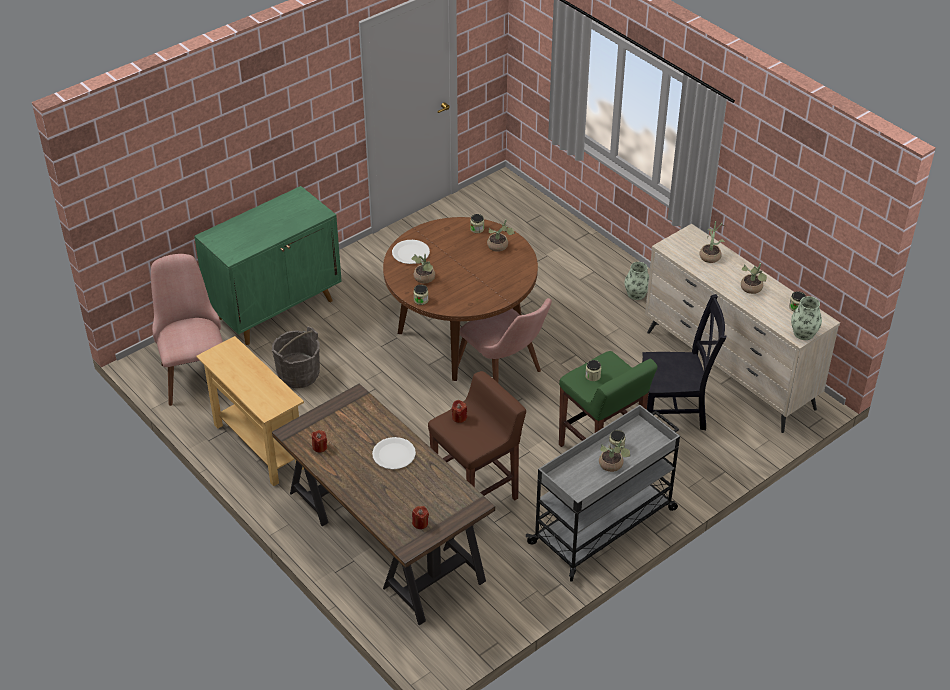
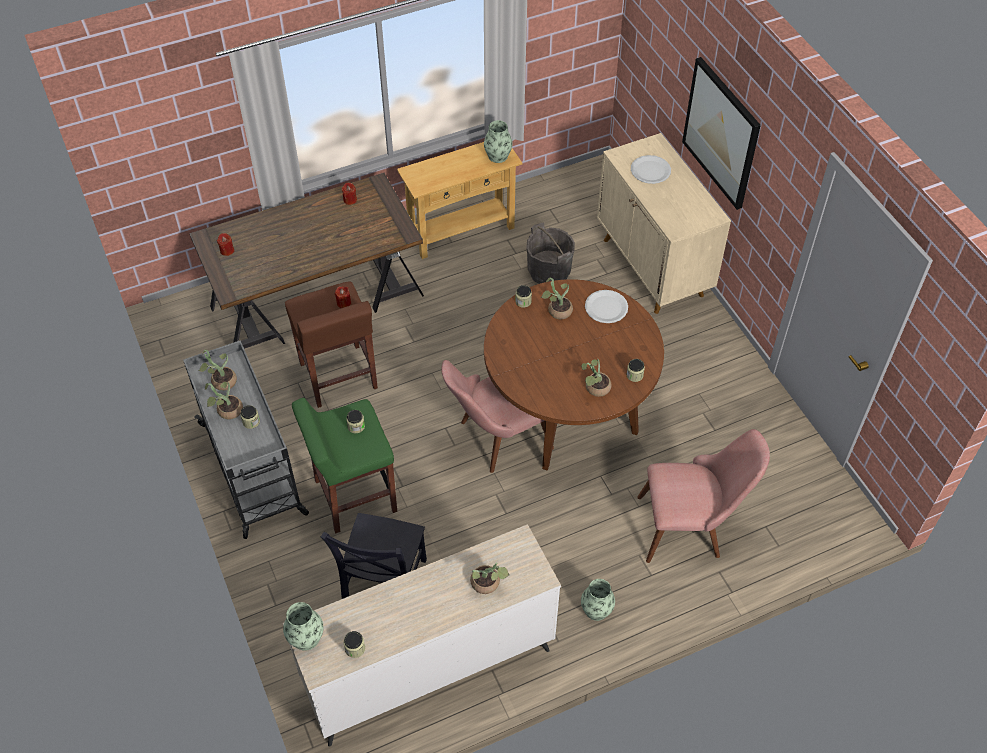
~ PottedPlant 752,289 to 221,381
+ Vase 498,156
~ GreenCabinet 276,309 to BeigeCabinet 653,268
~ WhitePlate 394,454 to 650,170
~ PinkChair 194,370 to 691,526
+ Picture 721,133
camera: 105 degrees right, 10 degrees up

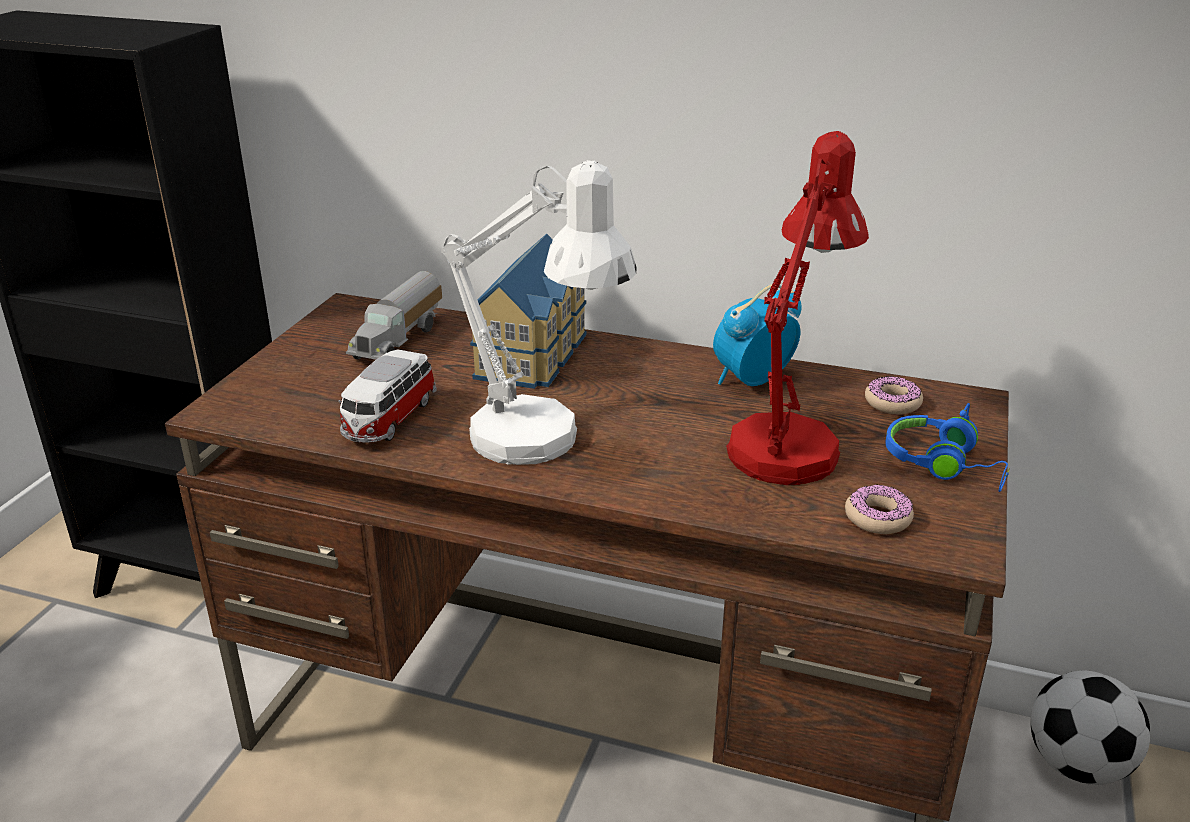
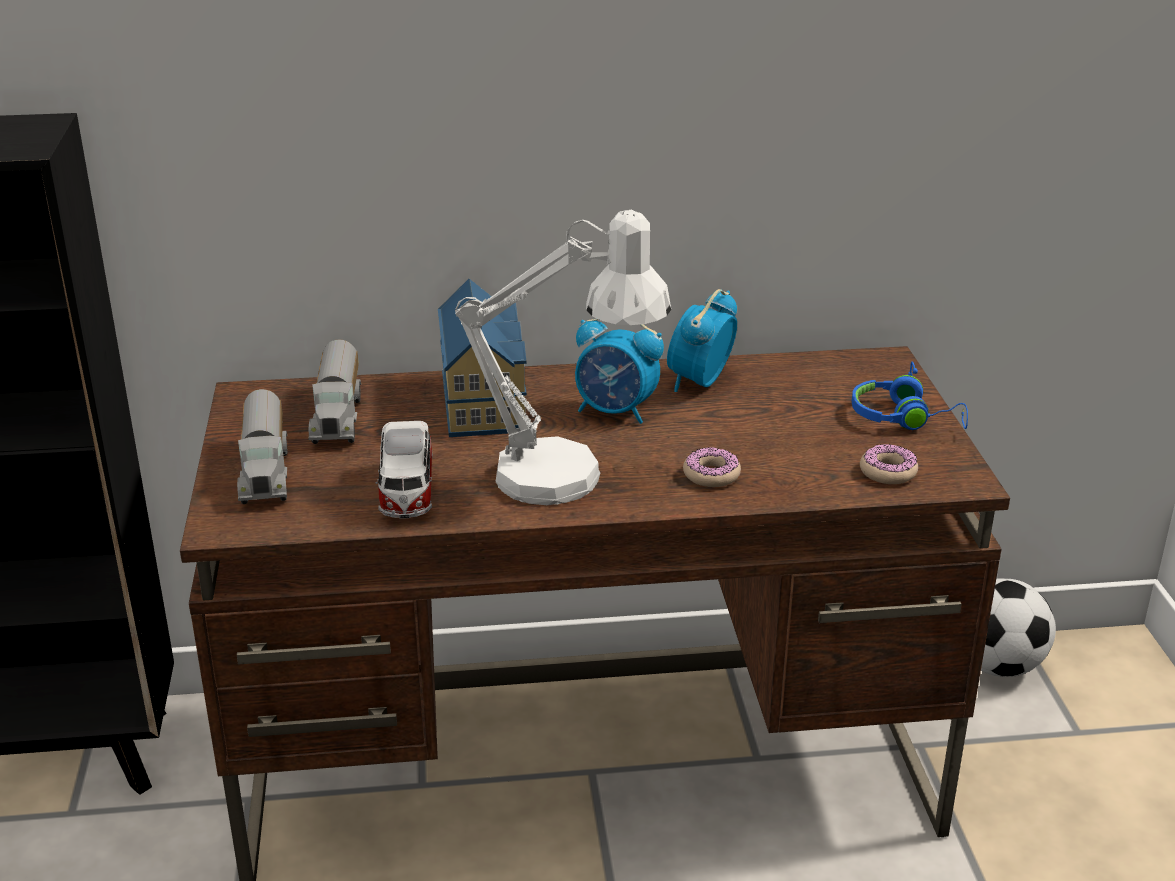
+ ToyTruck 267,472
+ AlarmClock 616,412
~ Donut 892,403 to 711,475
- RedTableLamp 789,442
camera: 25 degrees left, 0 degrees up

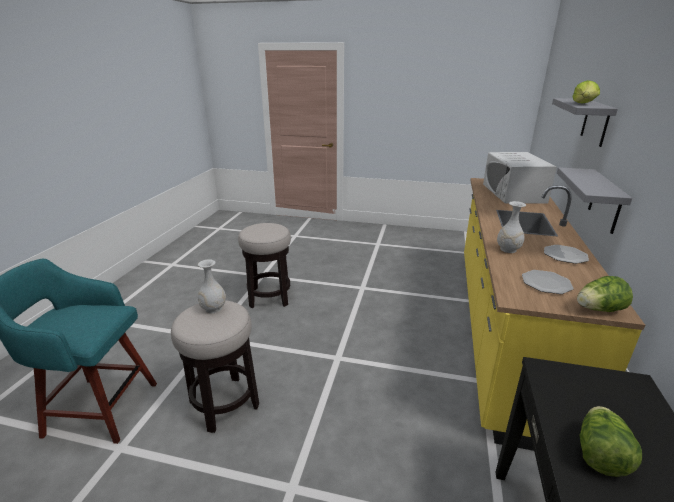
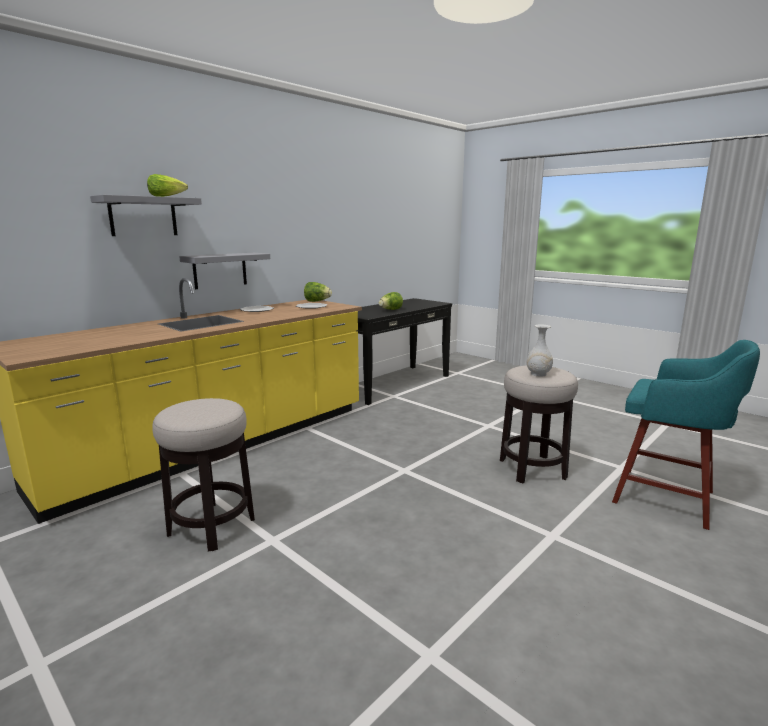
~ Stool 269,297 to 211,526
- WhiteMicrowave 513,193
- WhiteVase 507,249
camera: 150 degrees left, 10 degrees down

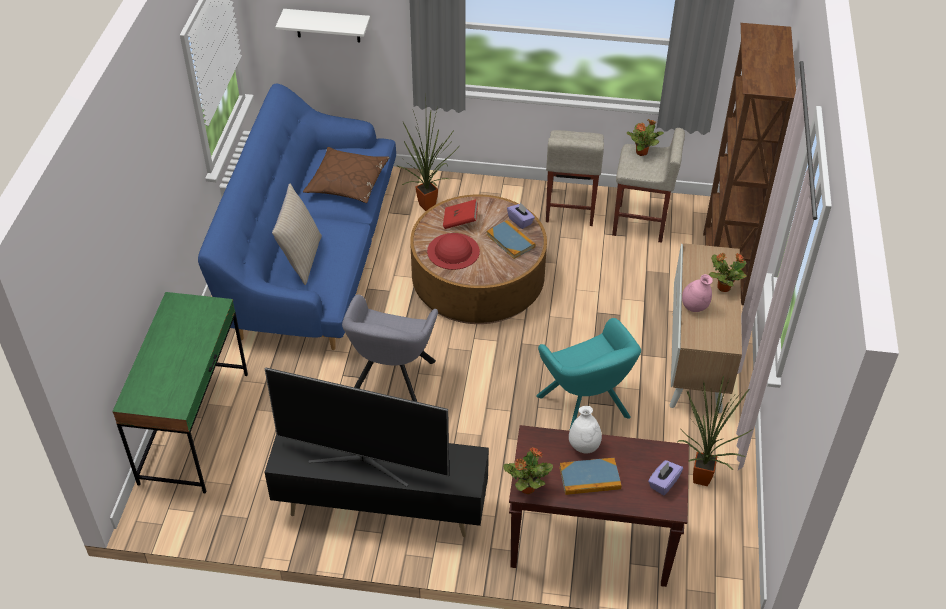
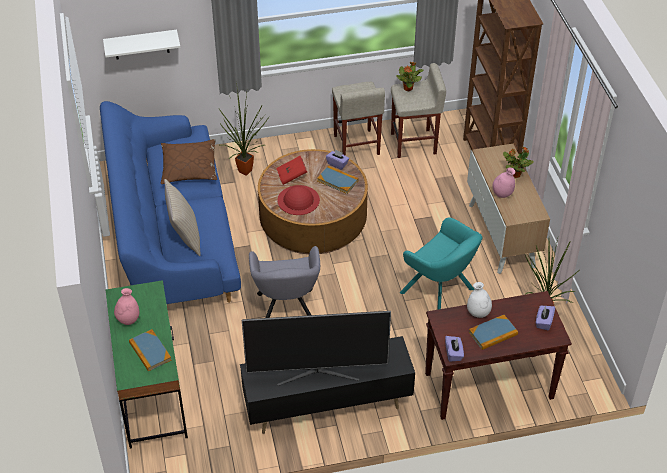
+ PinkVase 128,319
+ Book 150,351
~ PottedPlant 526,488 to PurpleTissueBox 453,353
camera: 20 degrees left, 0 degrees up

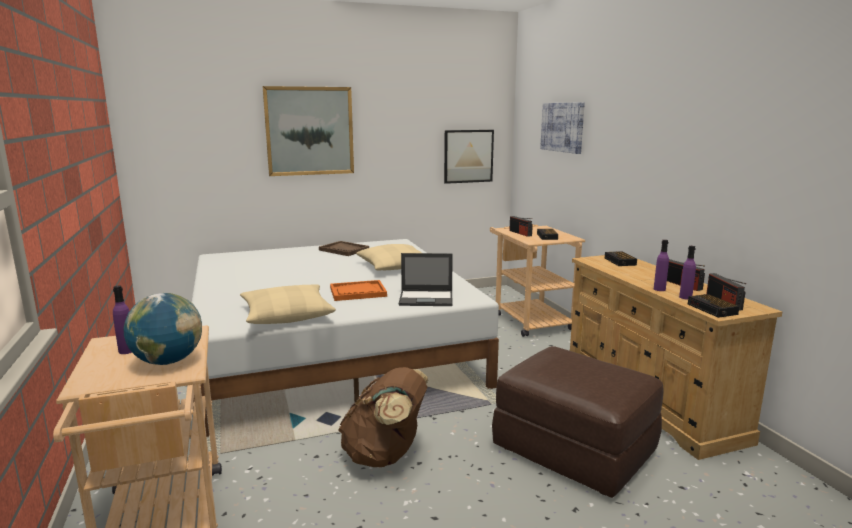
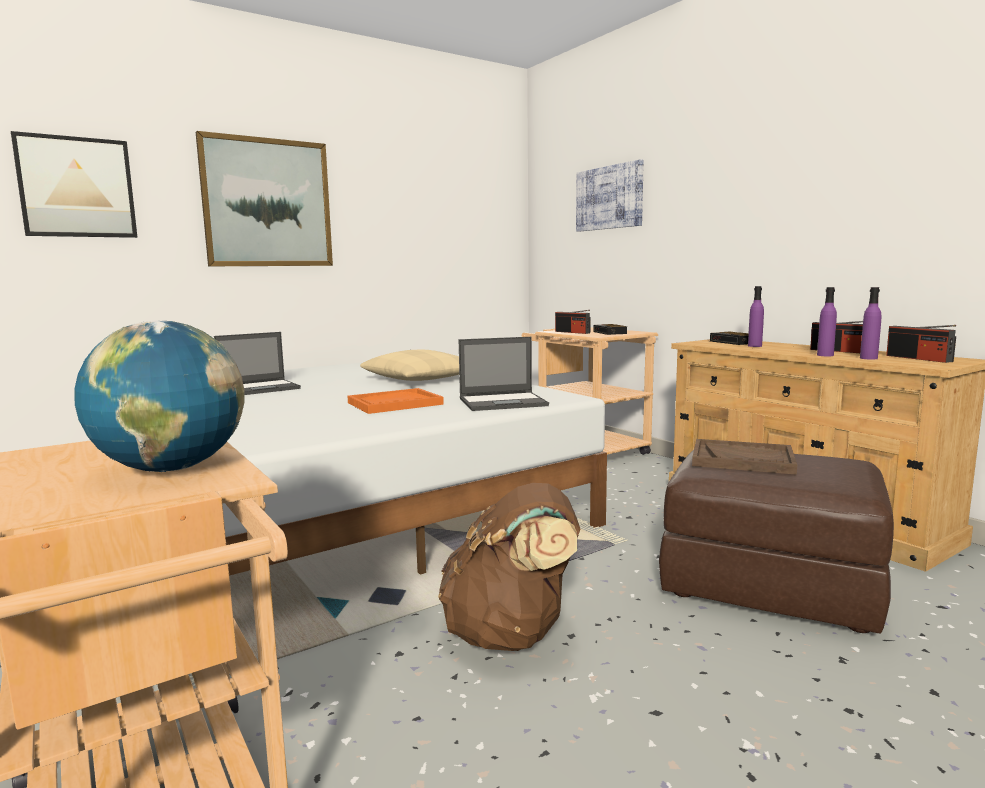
~ Picture 468,156 to 77,187
+ Laptop 260,388
~ BrownTray 344,250 to 742,459
~ PurpleBottle 127,351 to 754,346
- BeigePillow 286,314
- AlarmClock 713,309
camera: 15 degrees left, 5 degrees down

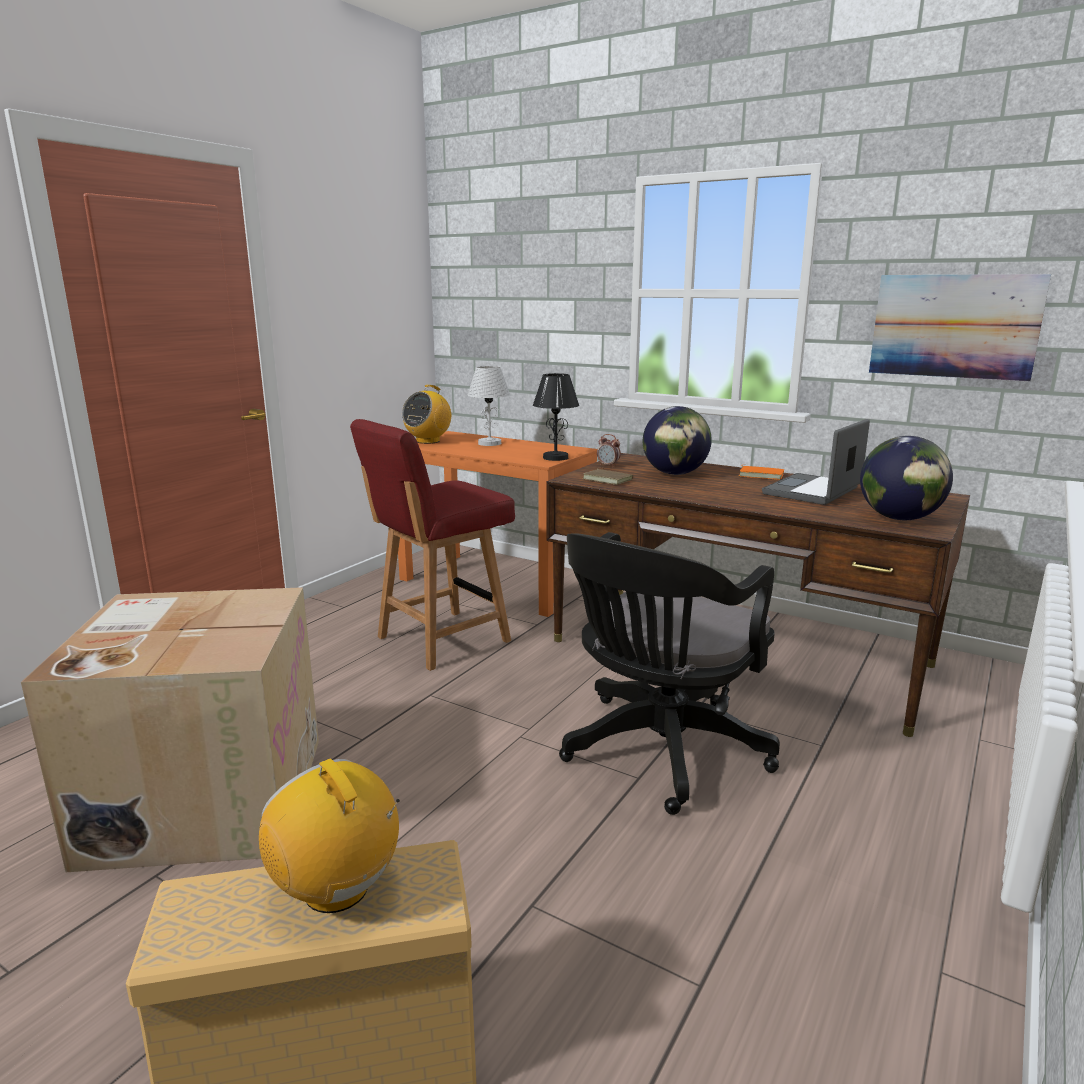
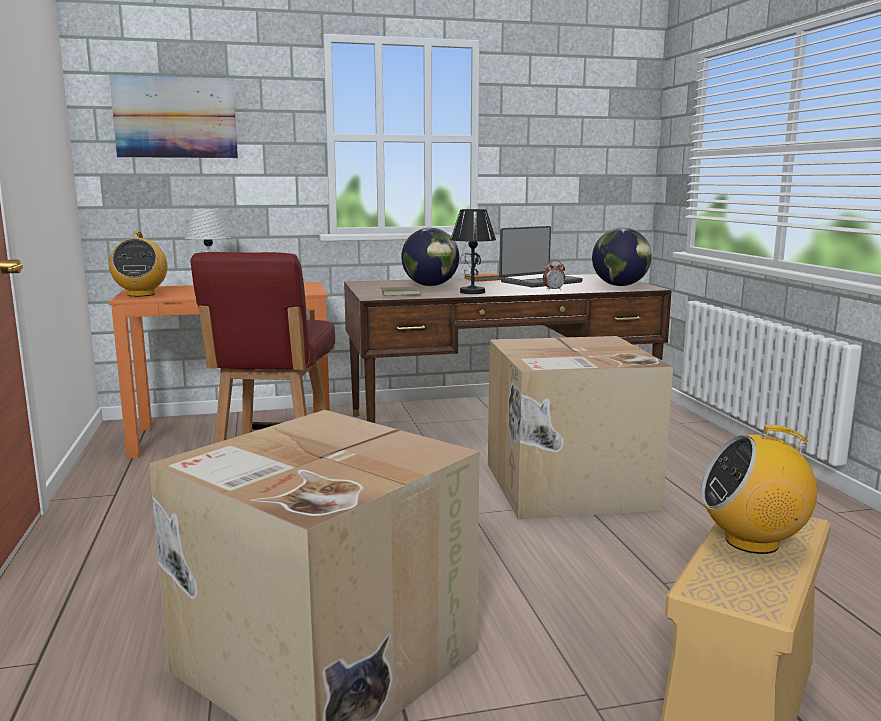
~ Picture 954,326 to 175,117
~ BlackTableLamp 555,458 to 472,292
~ BlackOfficeChair 659,753 to CardboardBox 567,486
~ Laptop 813,491 = 539,282 120 degrees counterclockwise
~ AlarmClock 608,465 to 553,290
camera: 45 degrees left, 5 degrees down

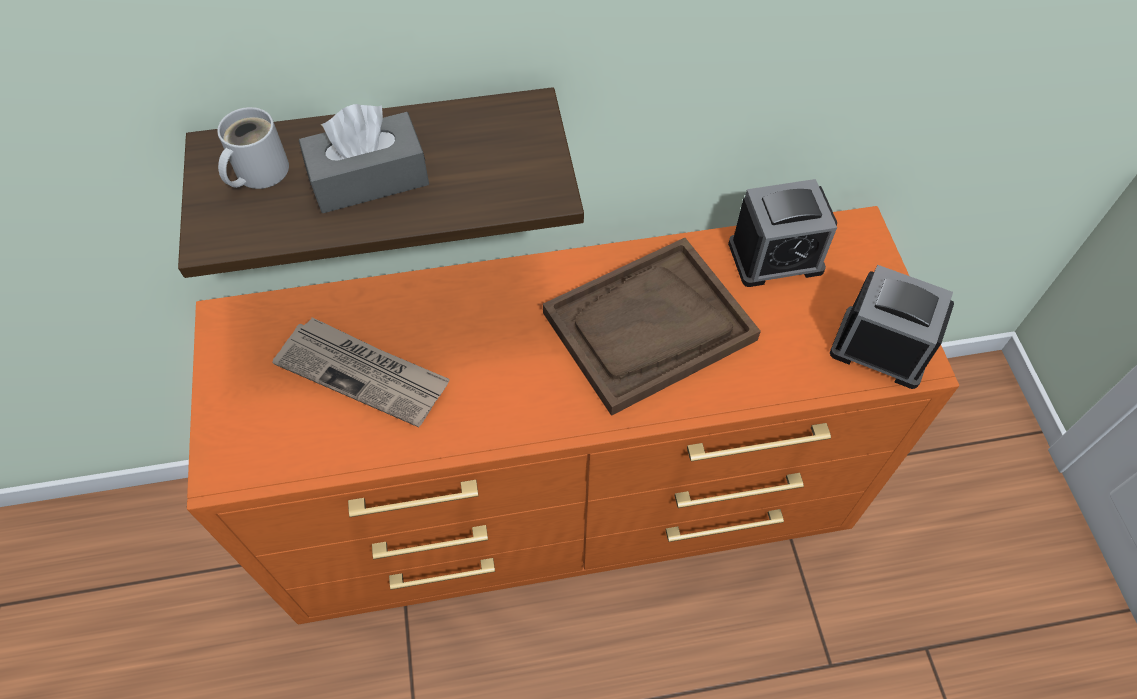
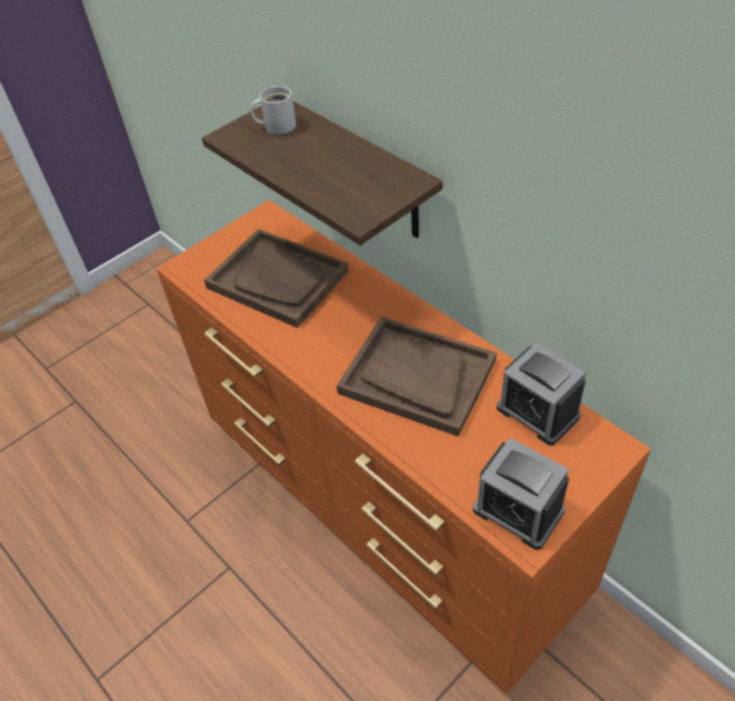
~ Newspaper 364,373 to BrownTray 278,279
~ AlarmClock 880,348 = 518,510 135 degrees clockwise
- GreyTissueBox 369,179
camera: 60 degrees right, 10 degrees down

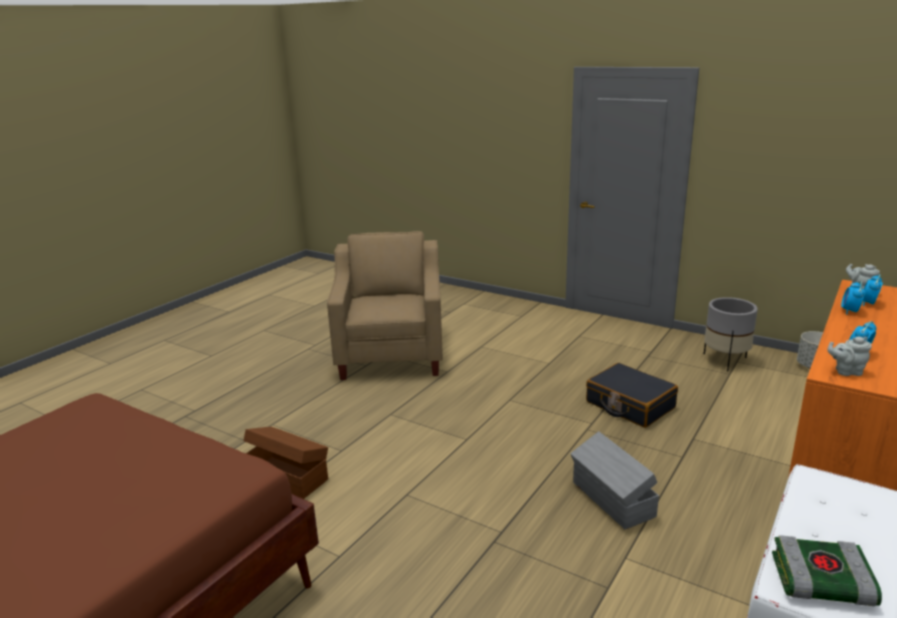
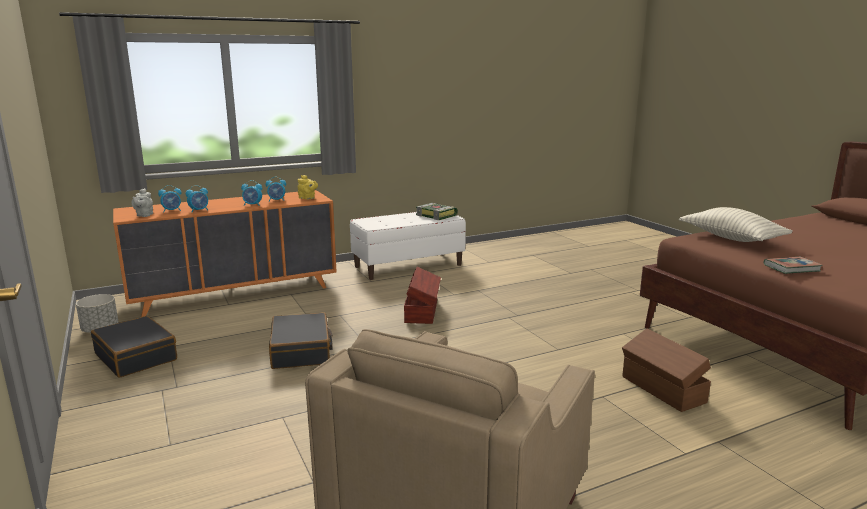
~ GreyPlanter 725,361 to BlackSuitcase 136,357
+ AlarmClock 252,205
~ GreyTeapot 846,371 to YellowTeapot 308,198
~ GreyStorageBox 612,500 to BrownStorageBox 422,311
+ Pillow 731,238
+ Book 791,268
camera: 150 degrees left, 5 degrees down

